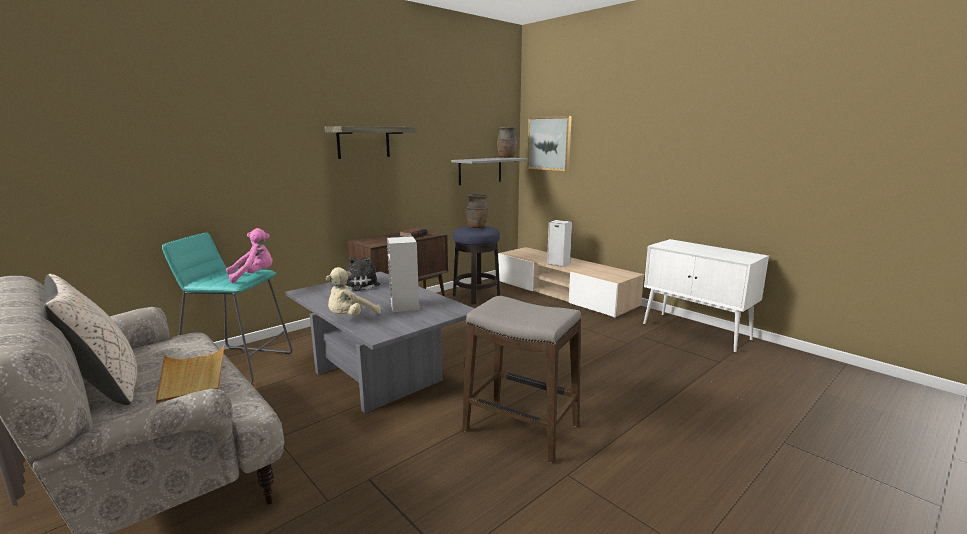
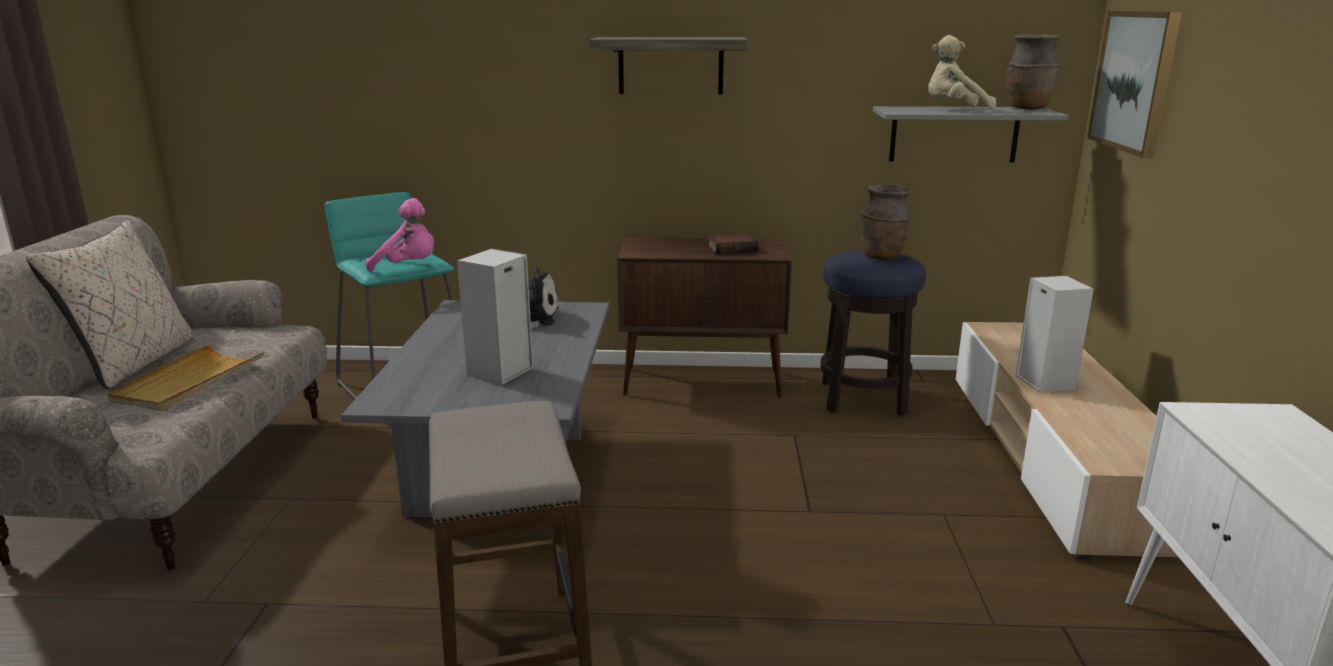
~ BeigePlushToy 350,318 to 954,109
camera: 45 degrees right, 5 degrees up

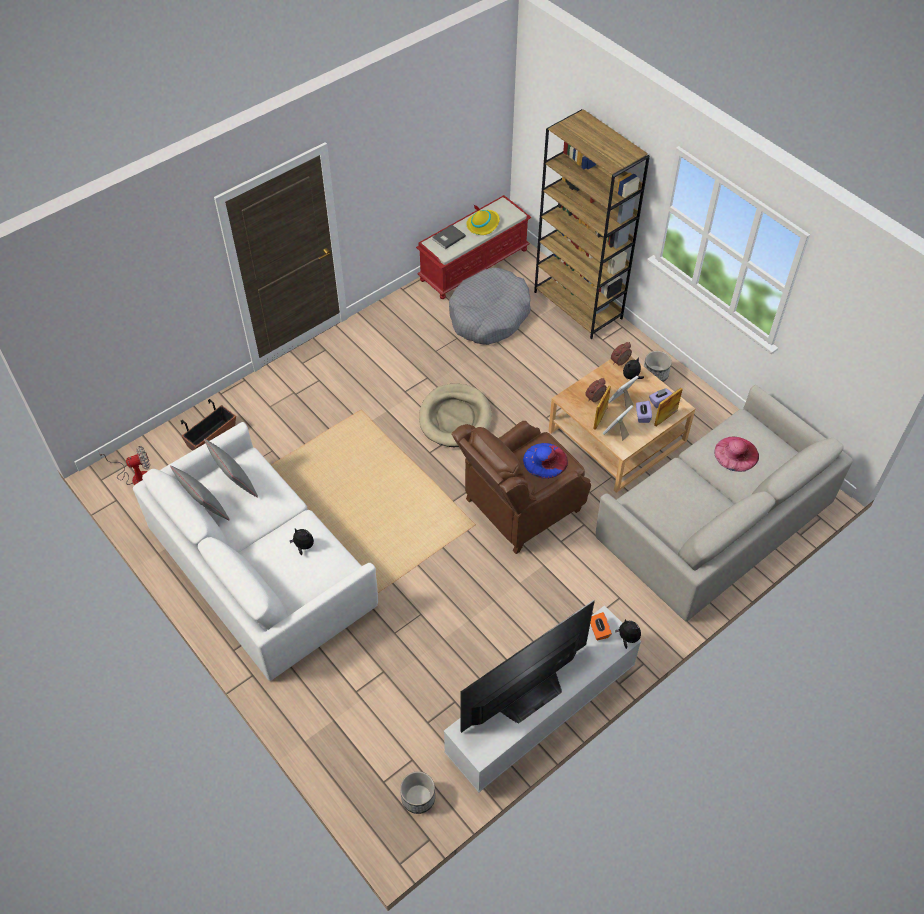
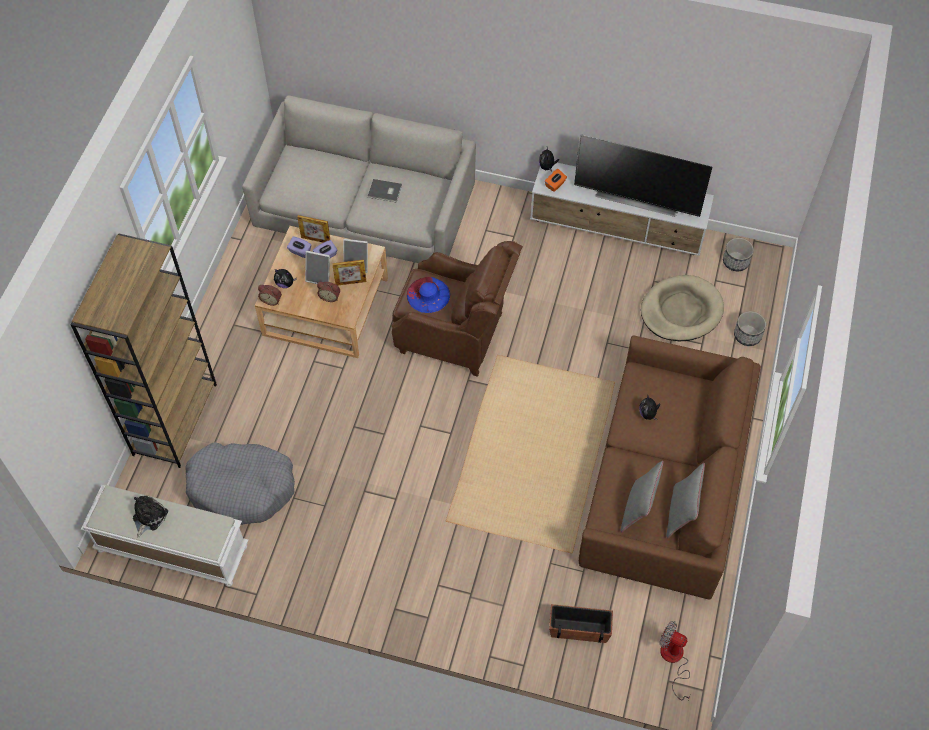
~ RedBench 474,264 to WhiteBench 171,549
~ YellowHat 483,224 to PlushToy 148,517
~ GreyBook 448,237 to 385,192
~ WhiteSofa 260,565 to BrownSofa 665,482
~ BeigeDogBed 455,418 to 681,311
~ Planter 655,374 to 747,335
- PinkHat 736,454
camera: 125 degrees left, 5 degrees up

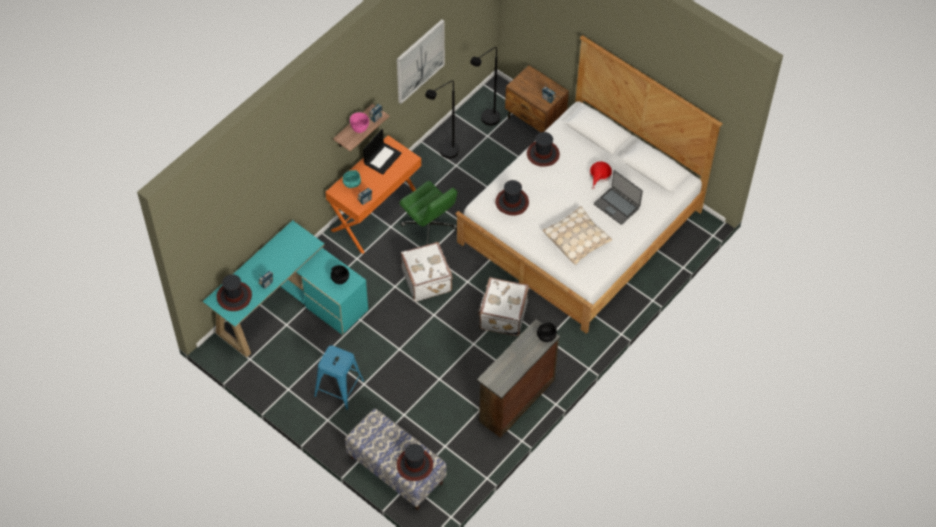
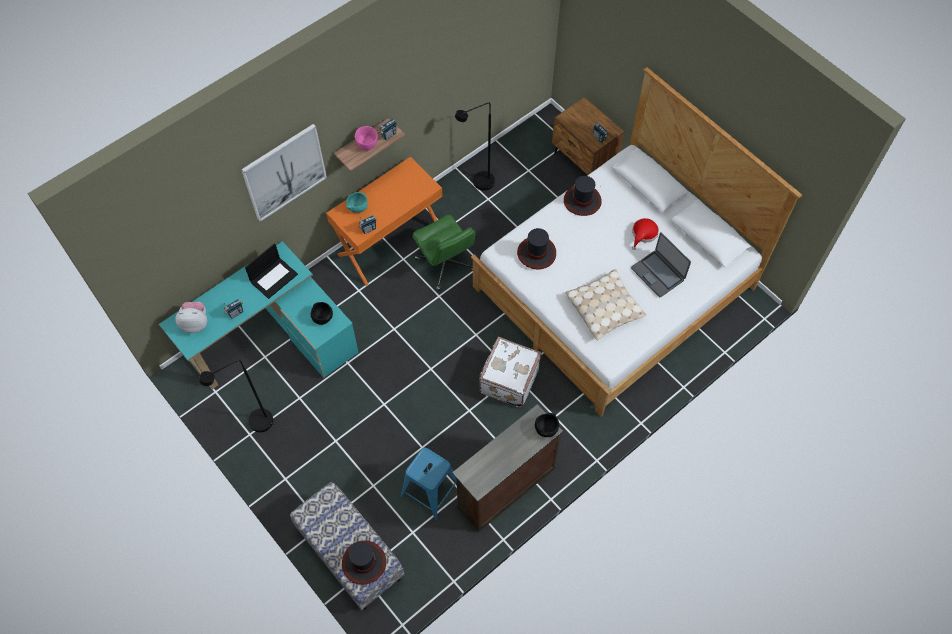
~ Hat 234,296 to PlushToy 195,323
~ BlackFloorLamp 486,121 to 254,424
~ Picture 420,61 to 284,172
~ Laptop 382,158 to 274,277
~ BlueStool 339,388 to 430,490
- WhiteSuitcase 427,279
camera: 10 degrees right, 5 degrees up

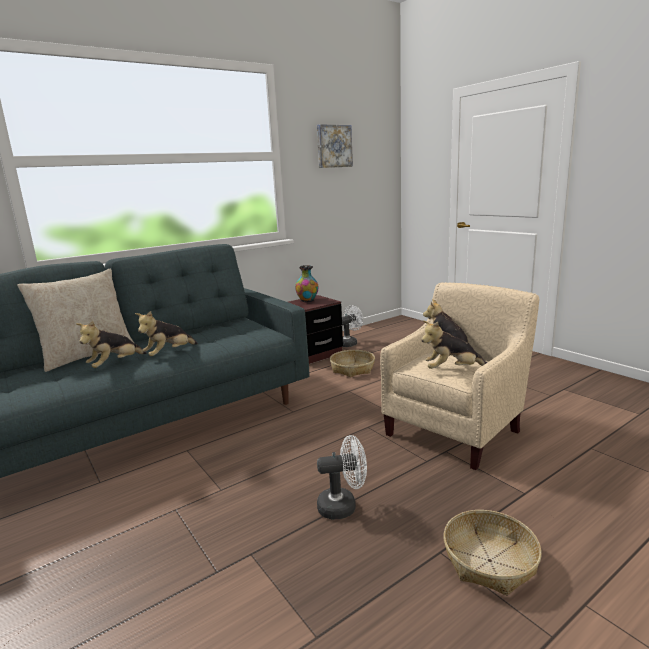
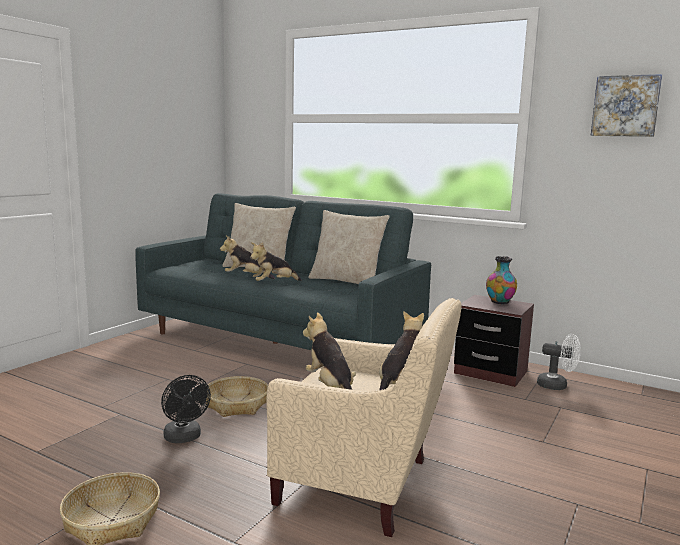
~ WhiteFan 343,506 to BlackFan 184,438
~ Basket 352,369 to 237,404
~ PlushToy 169,354 = 274,283 45 degrees counterclockwise
+ BeigePillow 346,281
camera: 65 degrees right, 5 degrees down

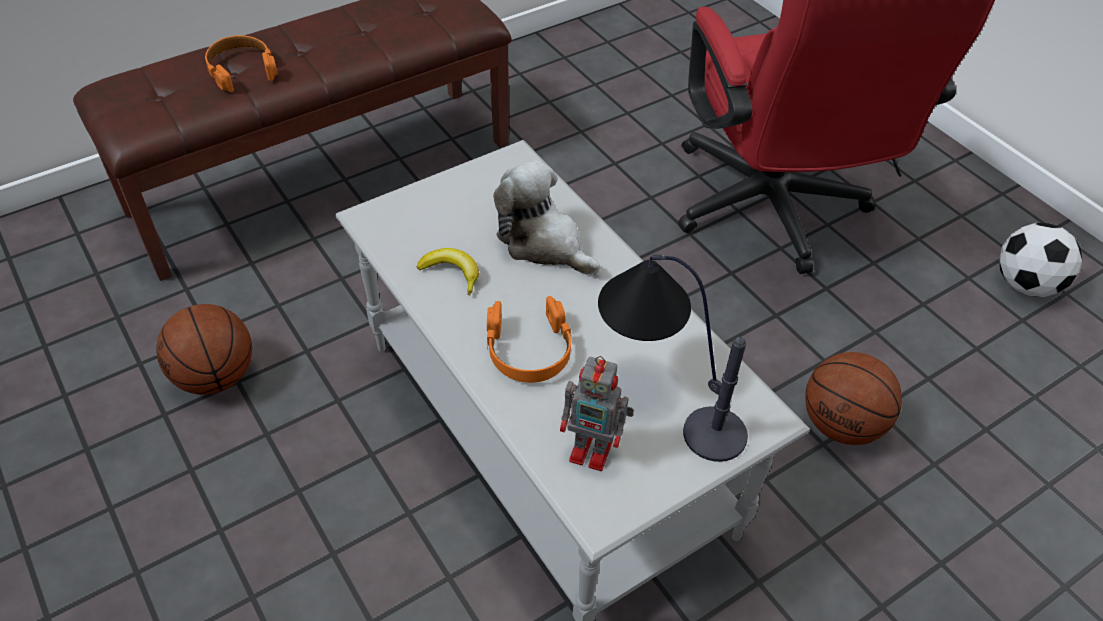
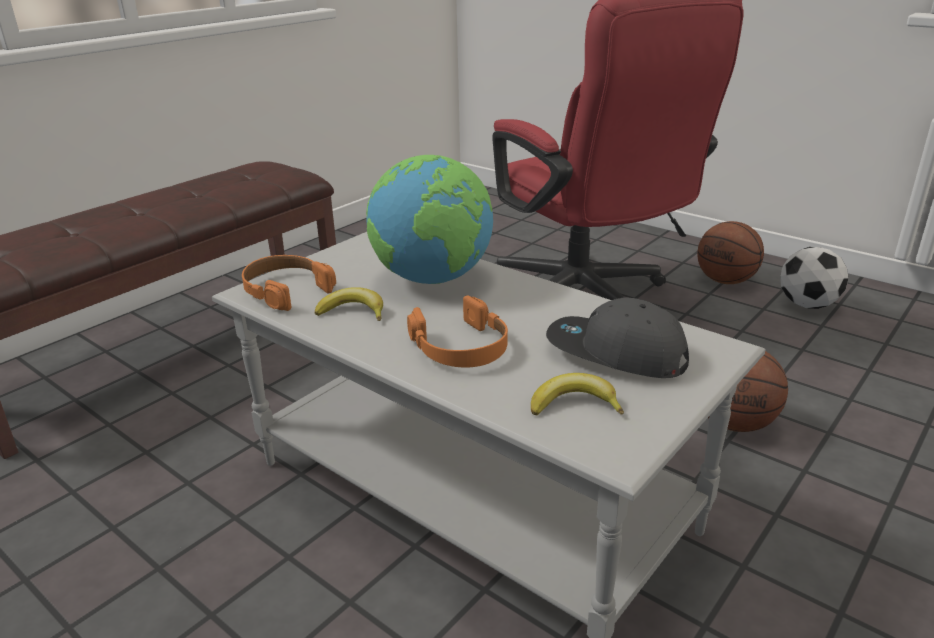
~ OrangeHeadphones 241,69 to 286,290
~ PlushToy 543,243 to Globe 433,279
~ ToyRobot 593,450 to Banana 574,404
~ TableLamp 662,397 to GreyCap 615,354
~ Basketball 216,377 to 726,281
camera: 15 degrees left, 20 degrees down

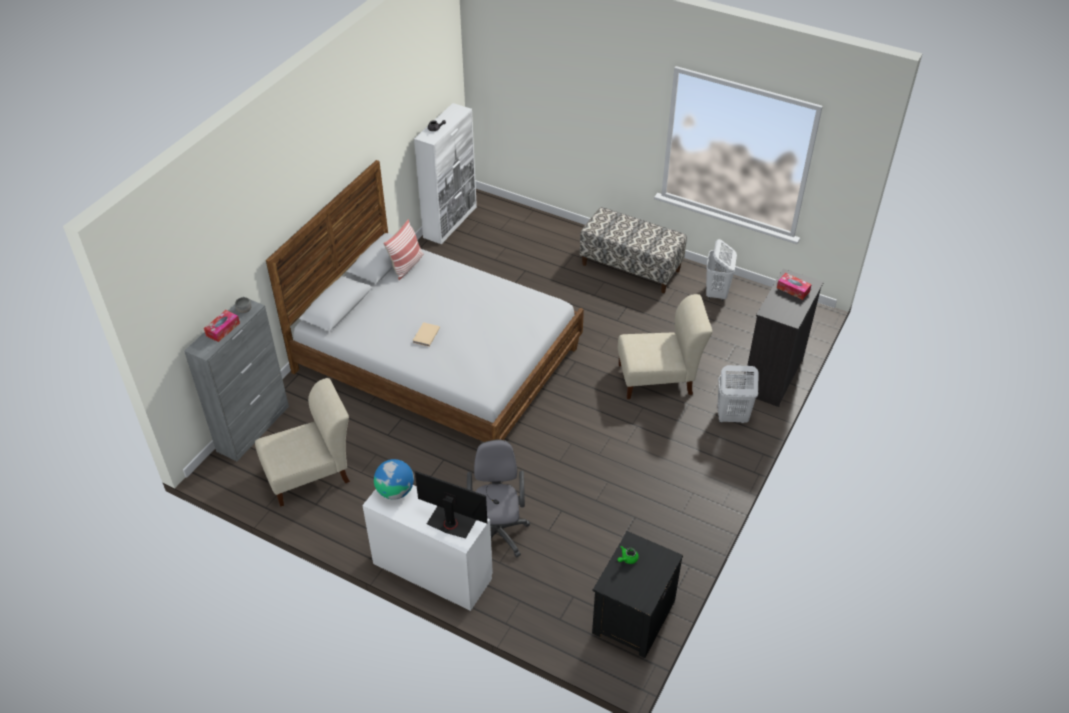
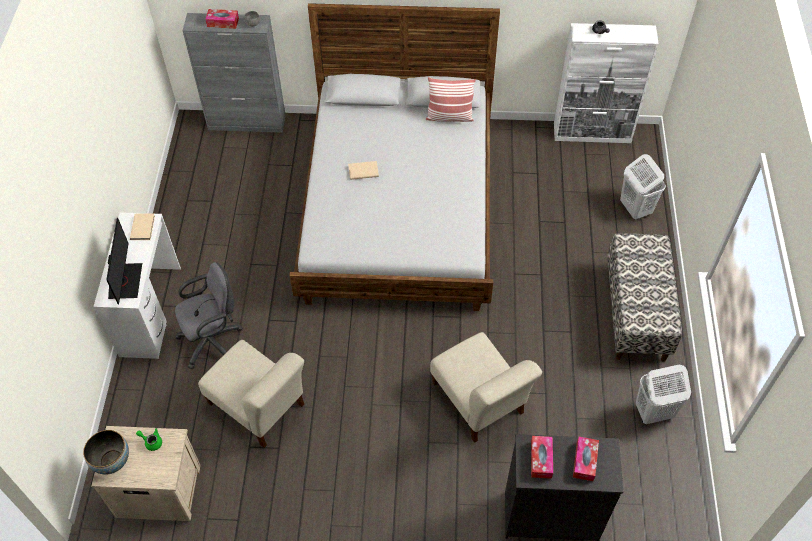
+ Bowl 112,461
~ BlackNightstand 632,617 to BeigeNightstand 157,490
~ Globe 395,491 to BeigeBook 143,227
~ BeigeChair 311,474 to 259,407
+ TissueBox 541,459
~ WhiteLaundryBasket 731,417 to 635,208
camera: 65 degrees right, 10 degrees up

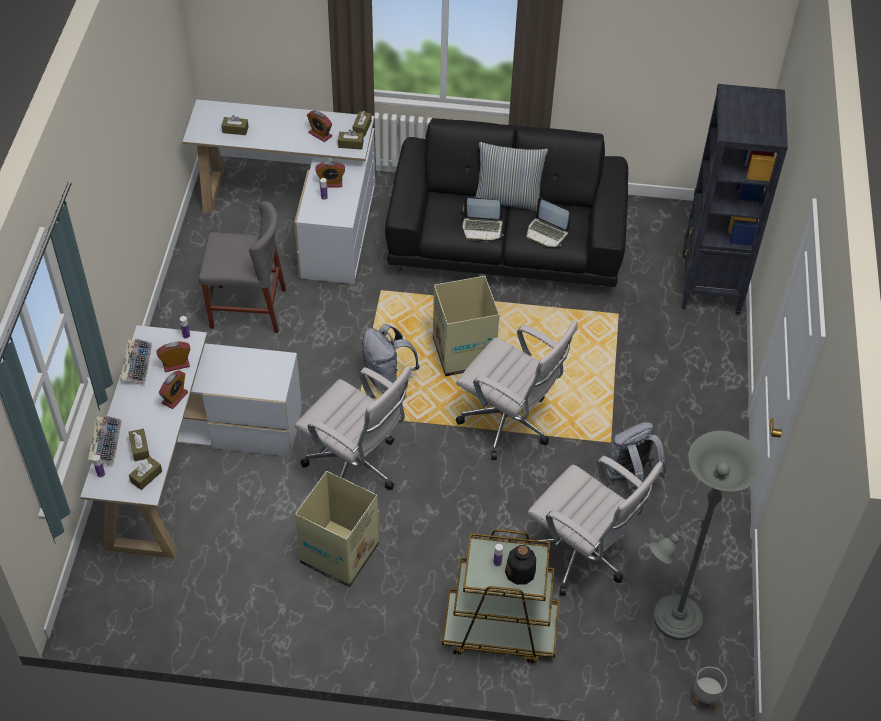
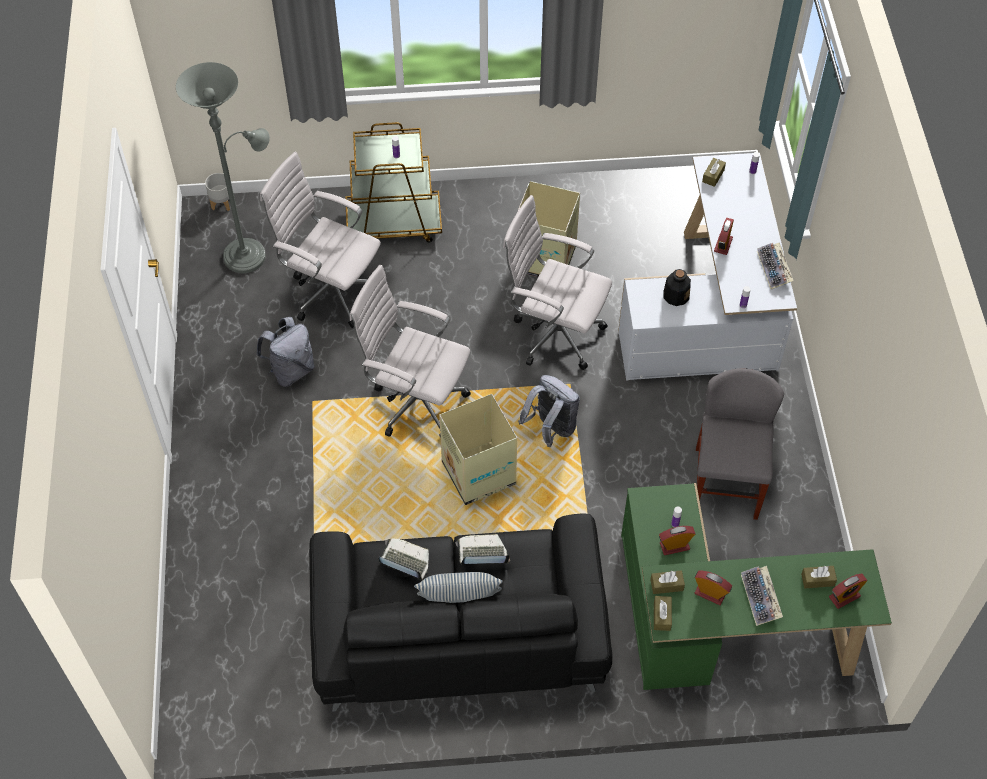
~ WhiteDesk 299,214 to GreenDesk 721,625
~ Bottle 520,572 to 675,295
~ GreyChair 248,308 = 726,483 105 degrees clockwise
~ Keyboard 105,442 to 761,598
~ AlarmClock 176,364 to 844,597
- BrownTissueBox 140,448
- BlackBookcase 710,285
camera: 170 degrees right, 5 degrees up

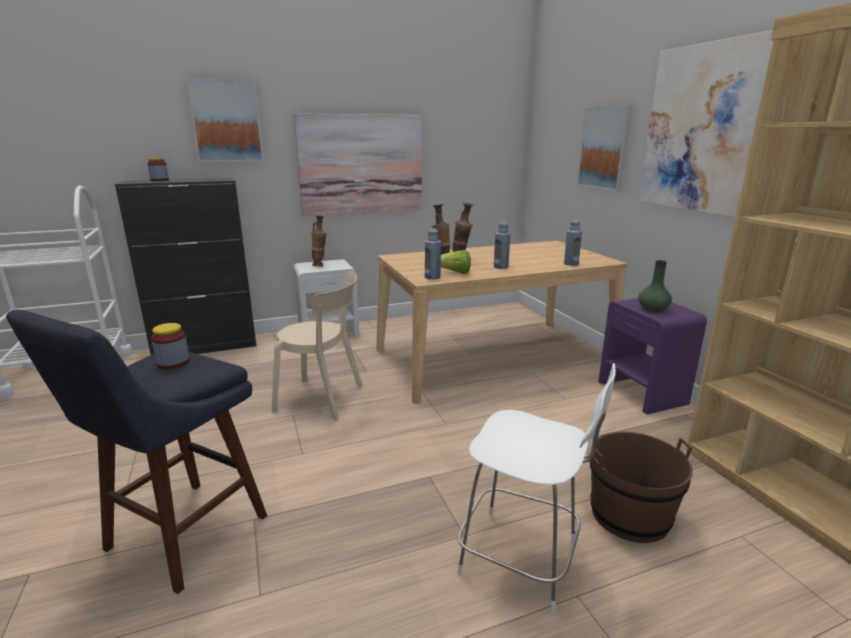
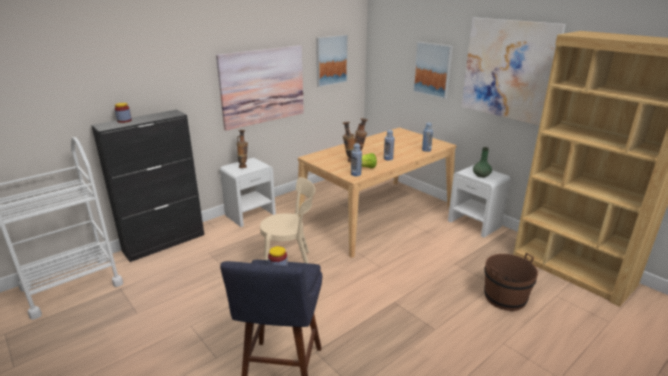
~ Picture 226,121 to 331,60
~ PurpleNightstand 642,393 to WhiteNightstand 474,224
- WhiteChair 523,559
camera: 20 degrees left, 5 degrees up

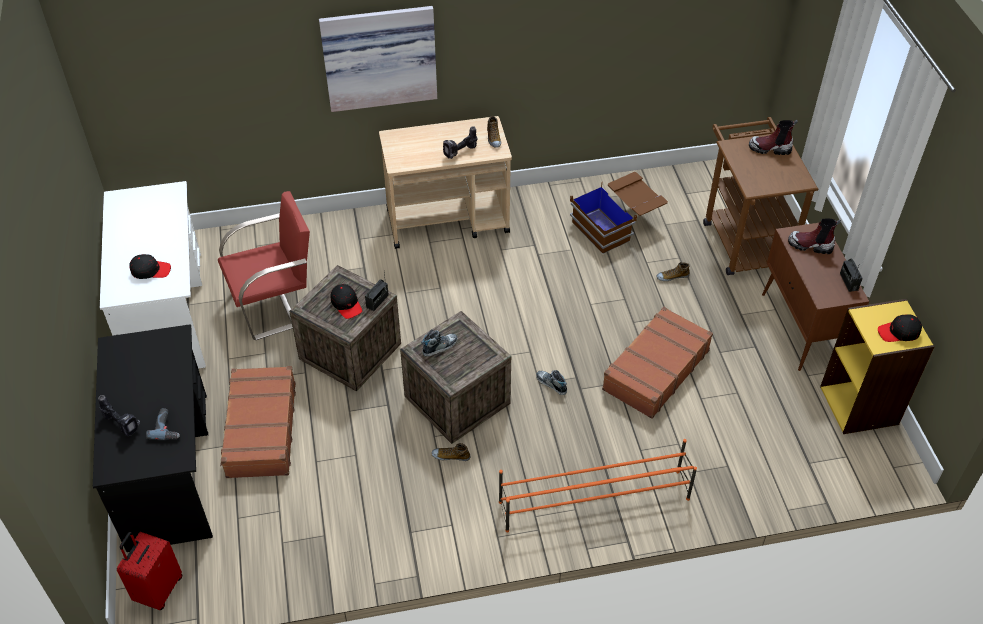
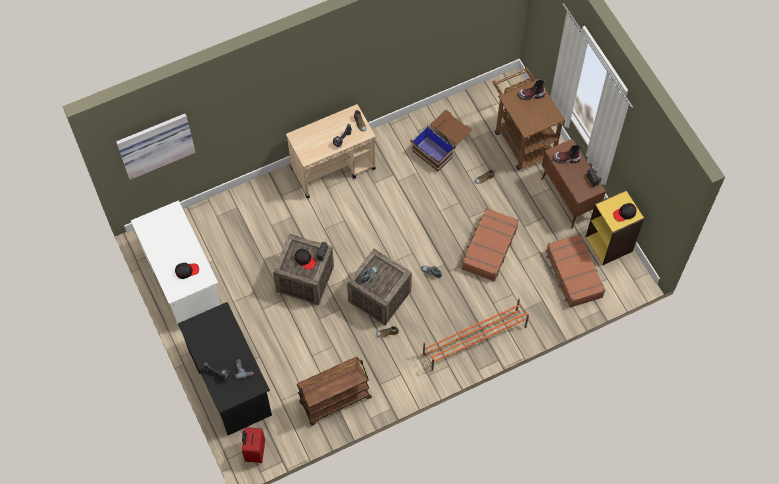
~ Picture 379,56 to 155,143
+ BrownCart 335,401
~ BrownSuitcase 260,430 to 573,274
- RedChair 275,305
camera: 15 degrees left, 15 degrees up

